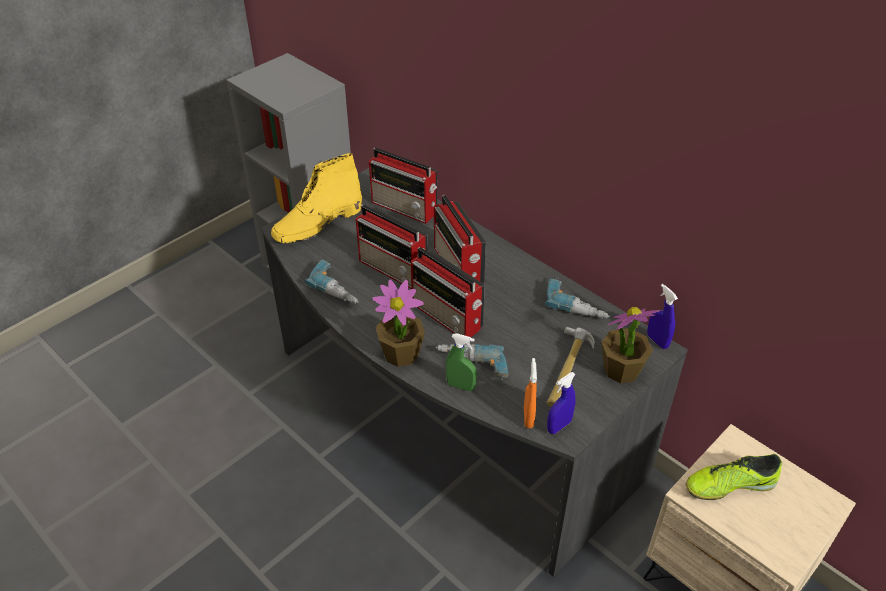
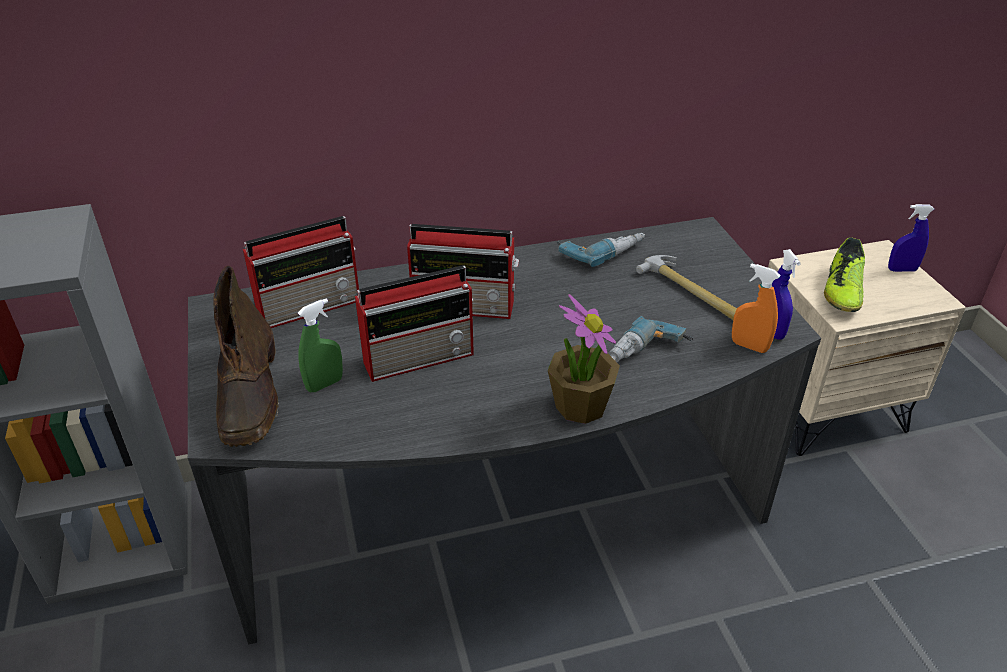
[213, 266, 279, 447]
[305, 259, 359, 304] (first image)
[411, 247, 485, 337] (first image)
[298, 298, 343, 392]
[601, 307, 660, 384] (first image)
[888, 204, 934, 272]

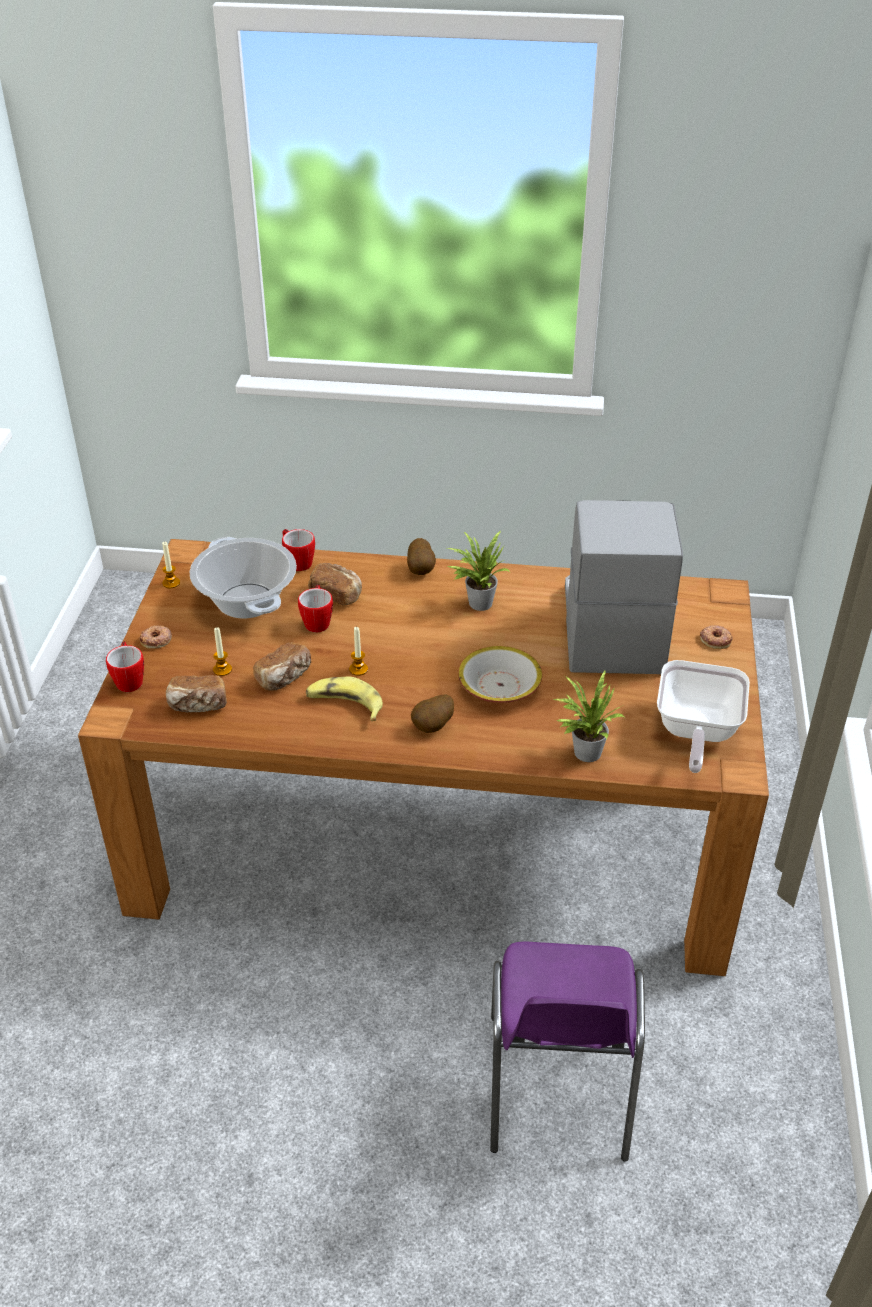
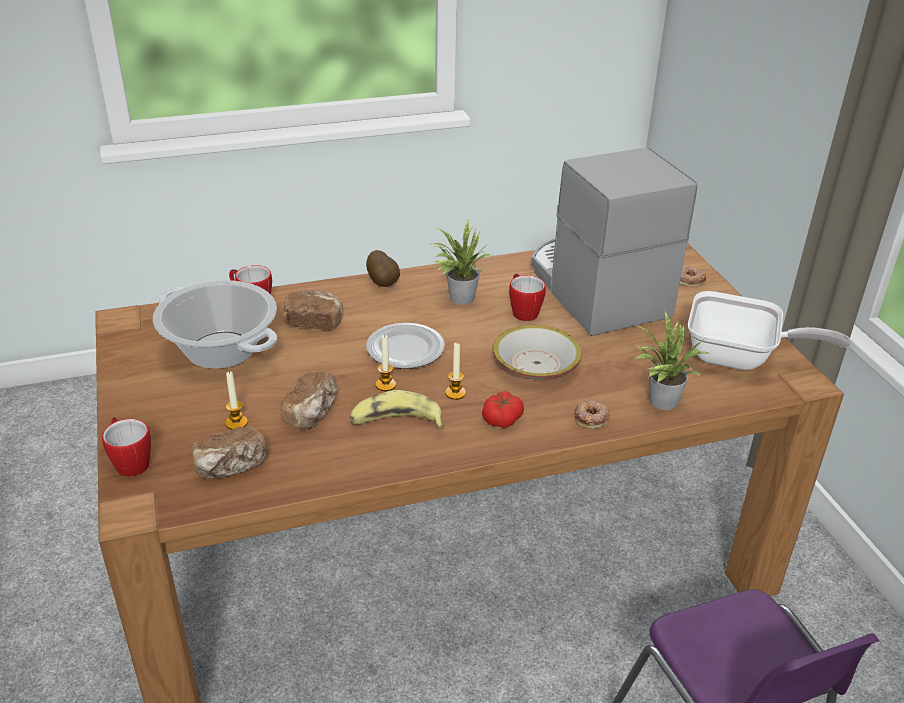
[574, 400, 610, 429]
[445, 343, 466, 400]
[509, 273, 546, 321]
[482, 391, 524, 428]
[688, 291, 851, 370]
[366, 323, 445, 369]

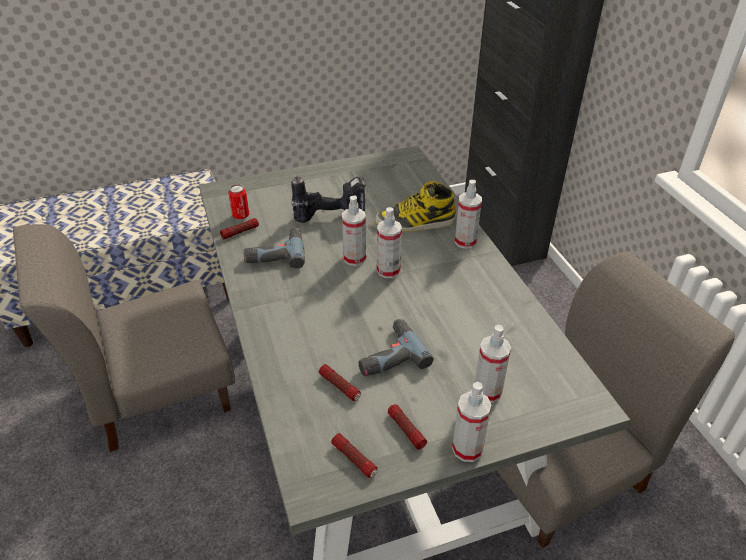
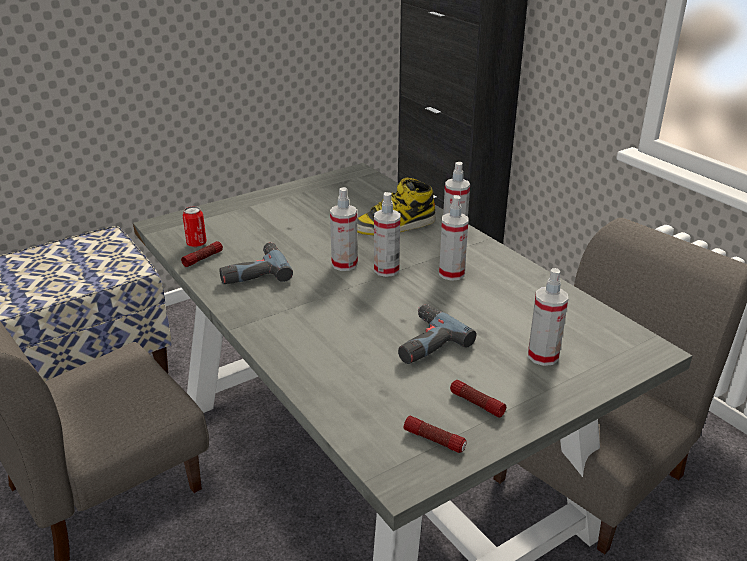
[291, 176, 366, 223] (first image)
[319, 364, 361, 401] (first image)
[439, 195, 469, 281]

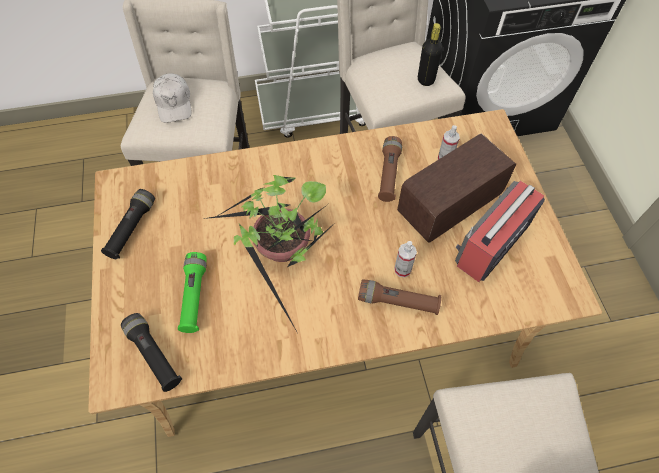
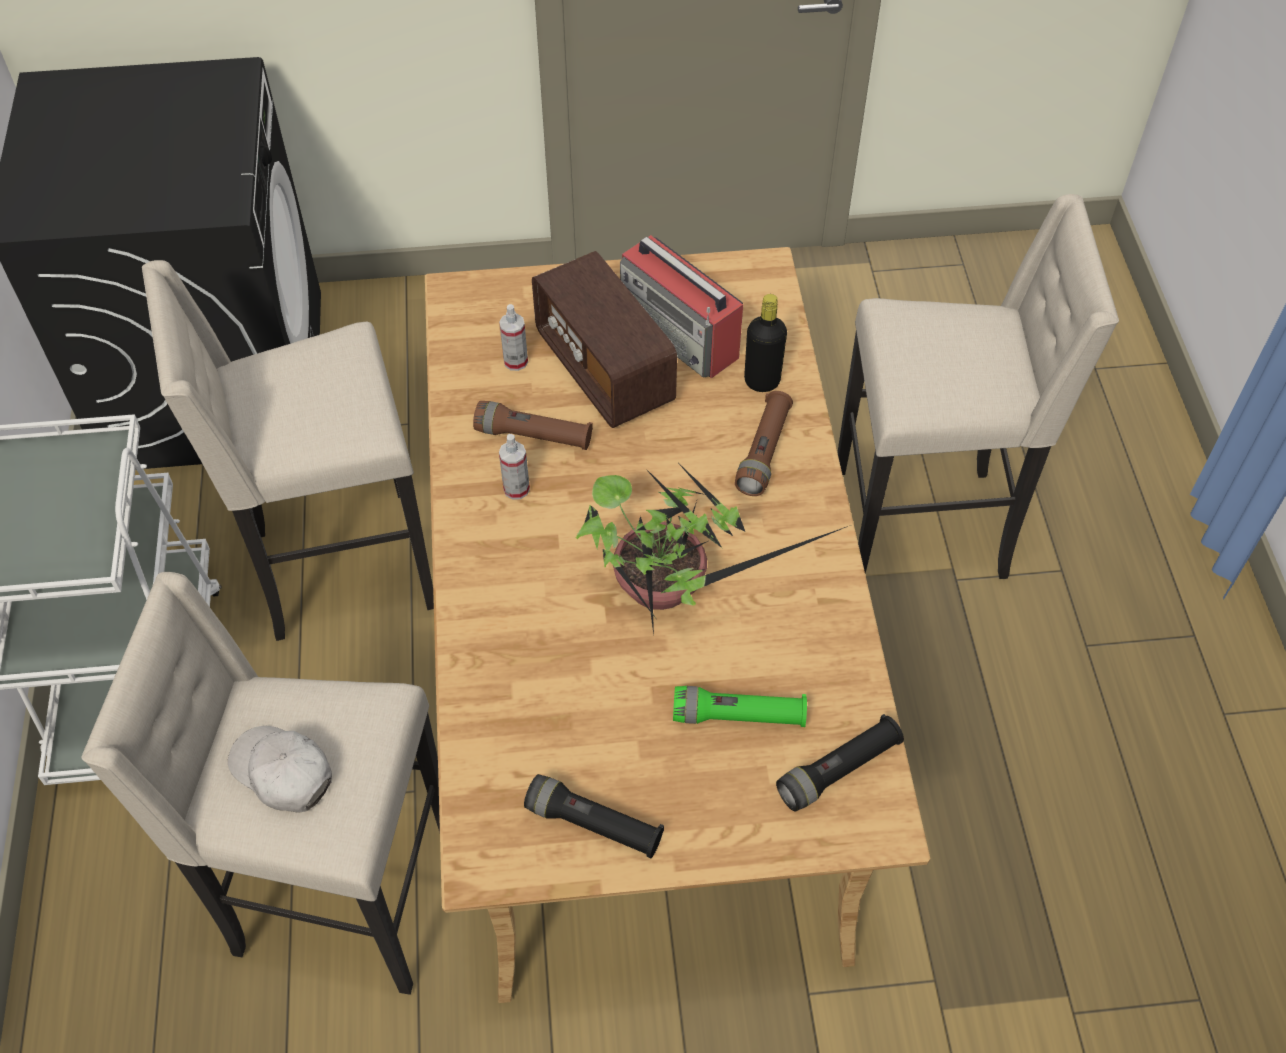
[228, 726, 332, 813]
[499, 434, 530, 500]
[744, 294, 787, 392]

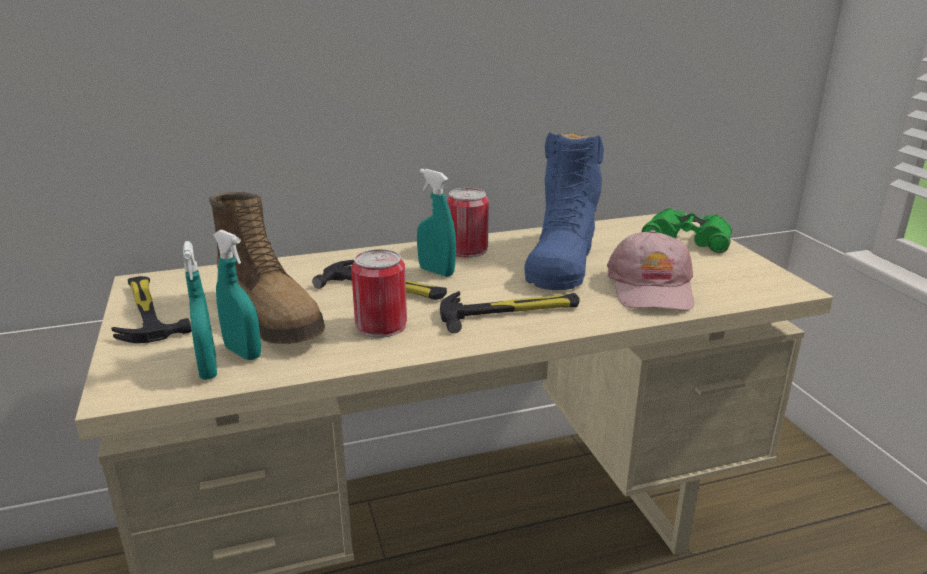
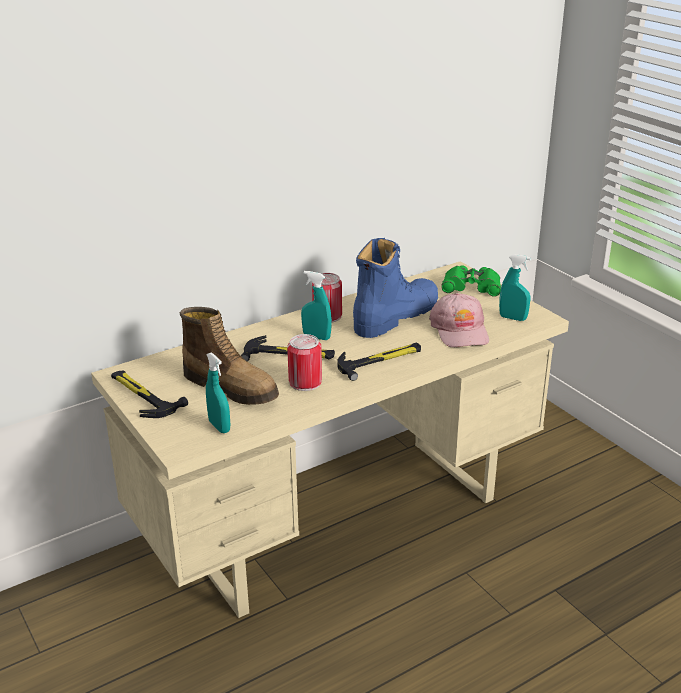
[499, 254, 531, 321]
[353, 238, 438, 338]

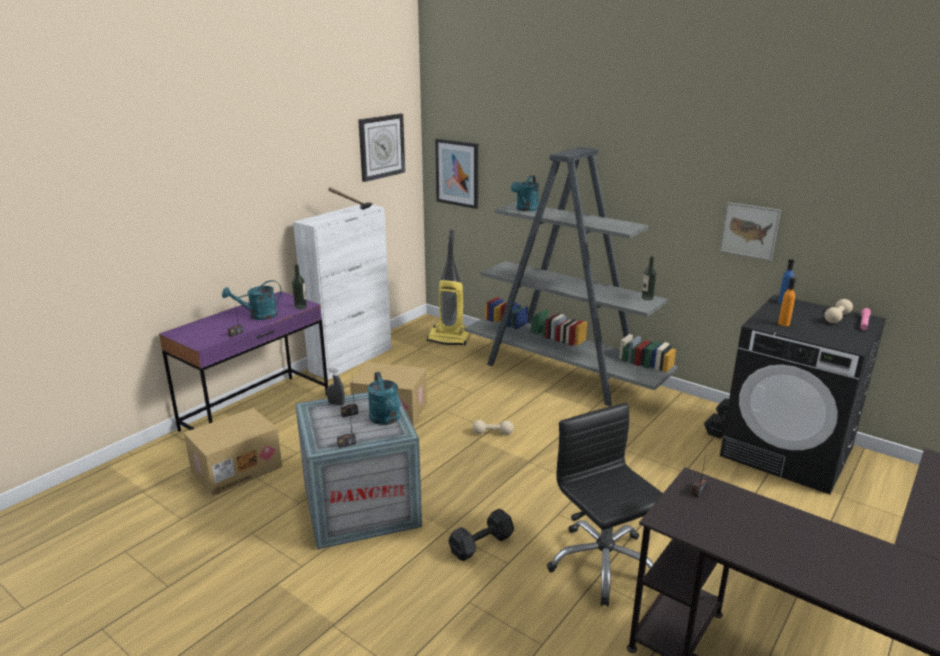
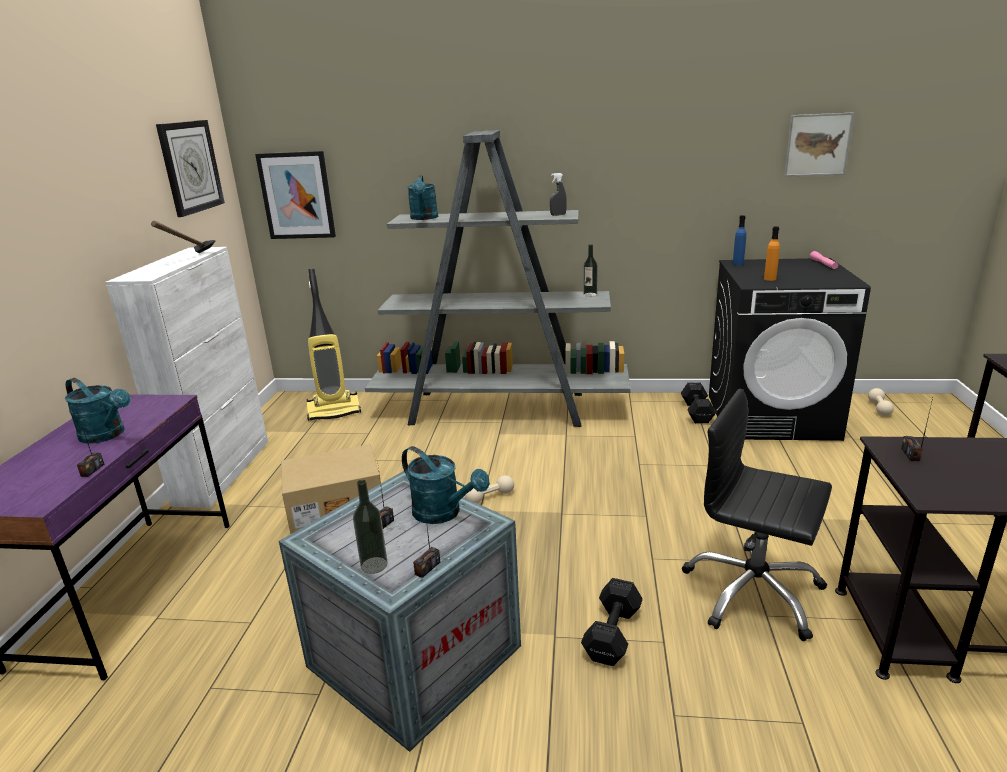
[184, 408, 282, 496] (first image)
[65, 378, 131, 444]
[353, 480, 388, 574]
[550, 173, 567, 216]
[784, 112, 854, 177]
[868, 388, 894, 416]

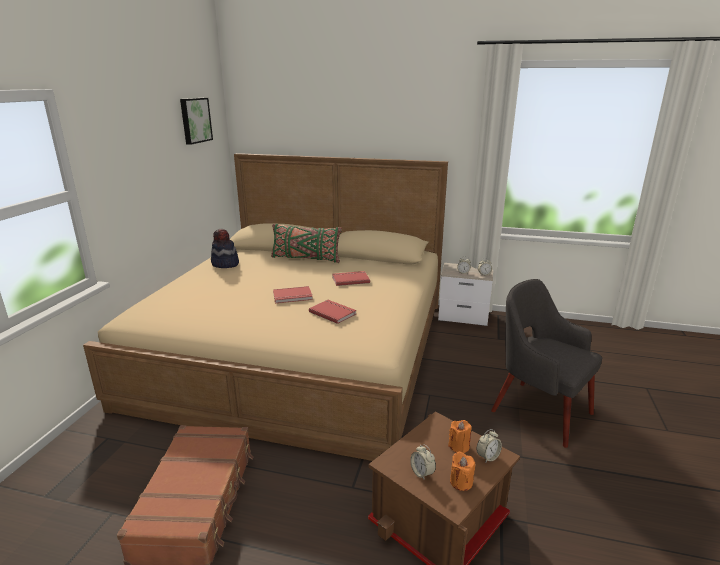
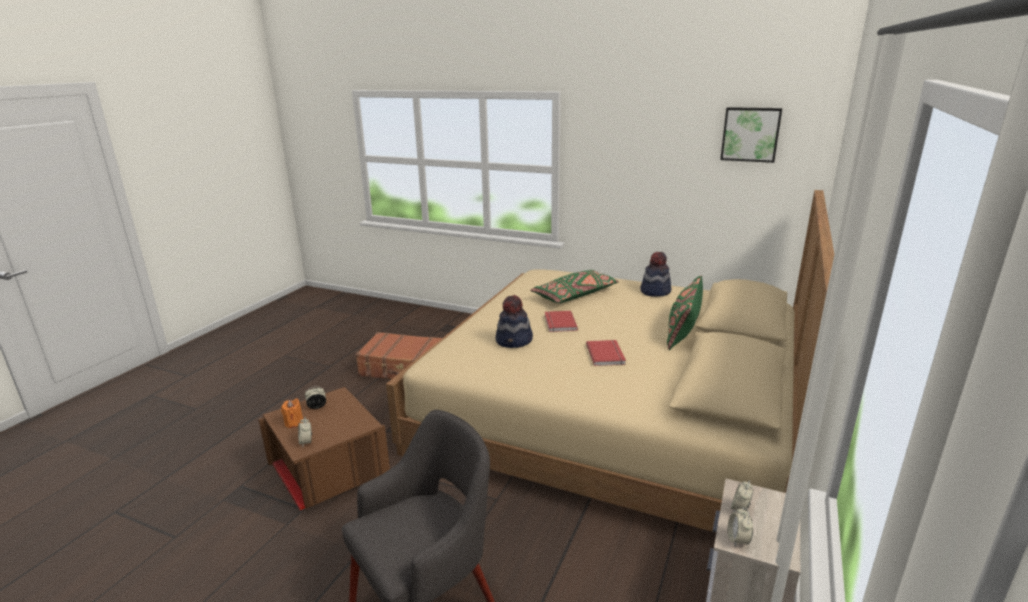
[495, 295, 533, 348]
[448, 420, 472, 453] (first image)
[530, 270, 619, 303]

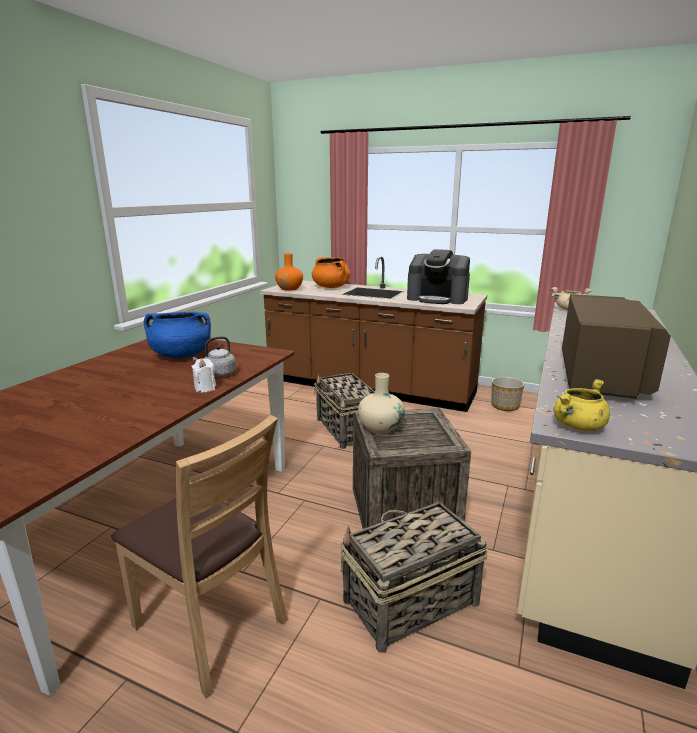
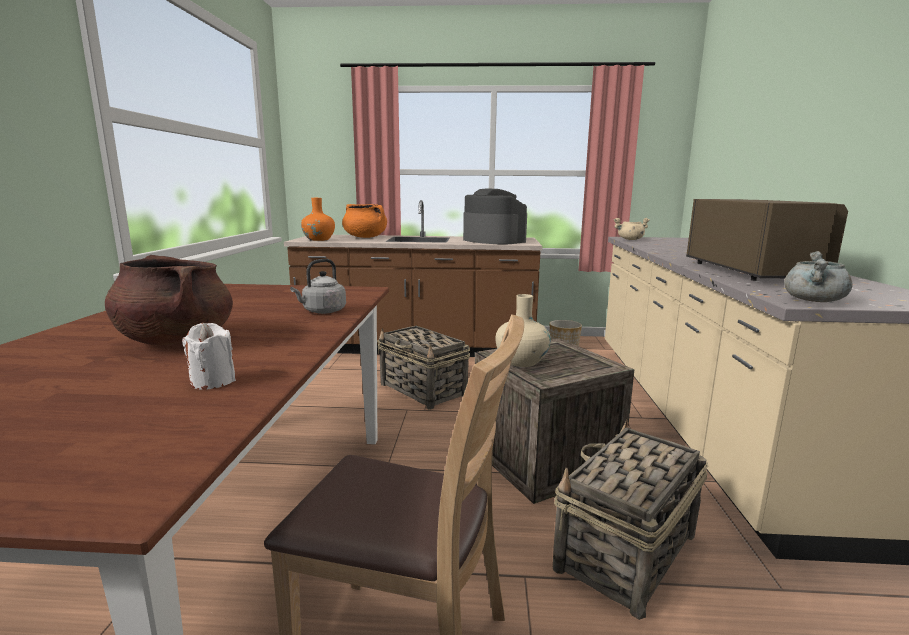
[144, 312, 211, 359] (first image)
[182, 323, 236, 390]
[463, 189, 527, 244]
[784, 251, 852, 302]
[105, 255, 233, 345]

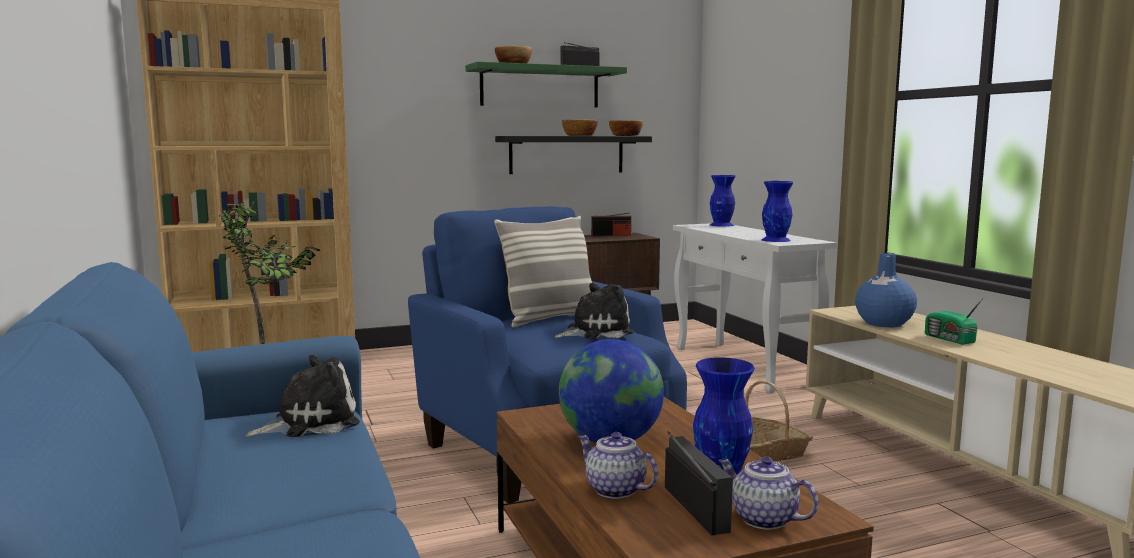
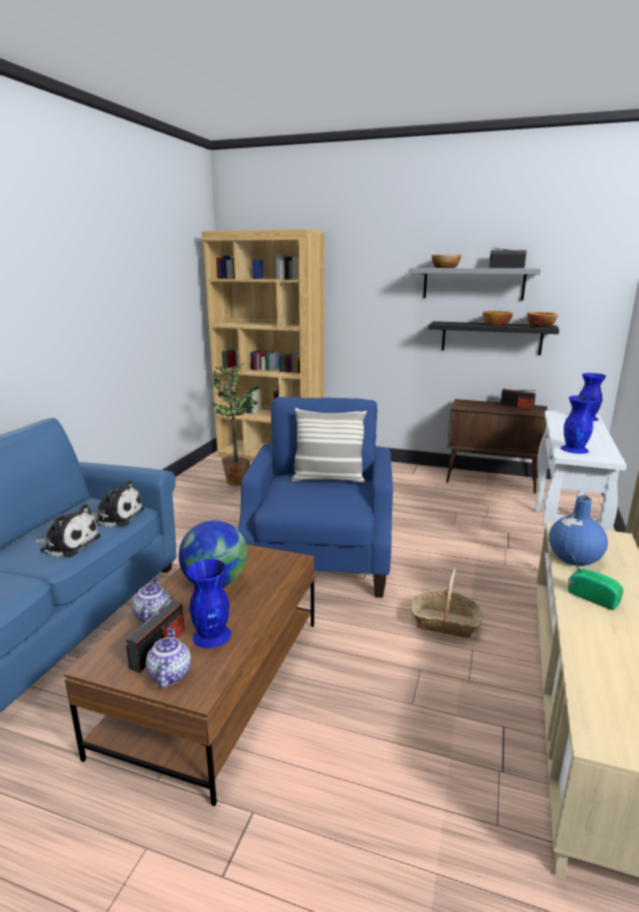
[409, 268, 541, 300]
[34, 504, 101, 557]
[568, 552, 623, 610]

